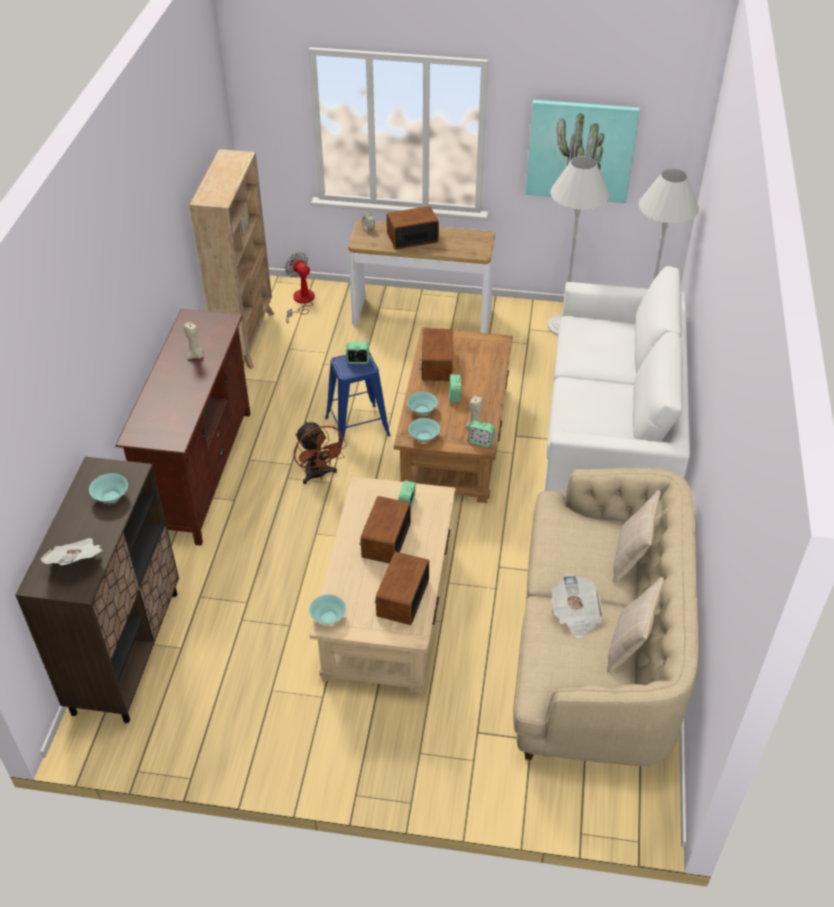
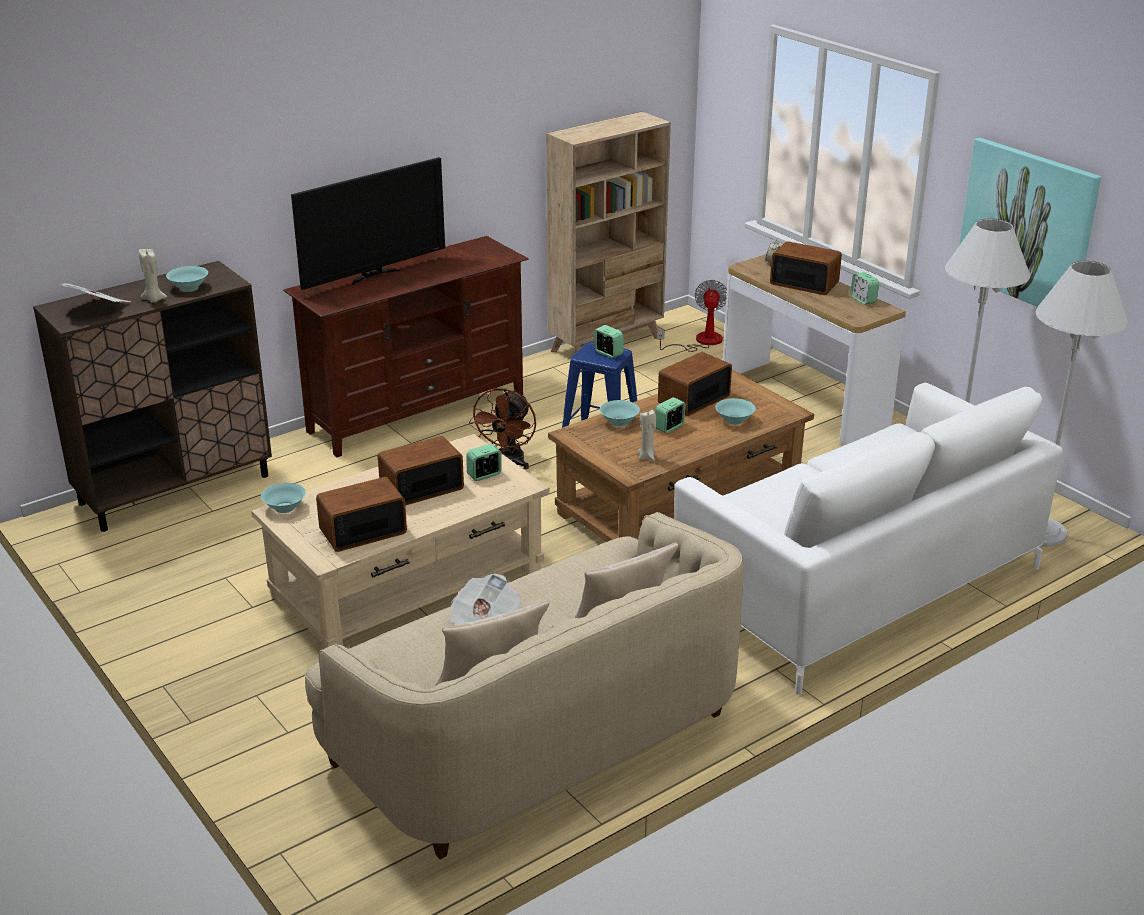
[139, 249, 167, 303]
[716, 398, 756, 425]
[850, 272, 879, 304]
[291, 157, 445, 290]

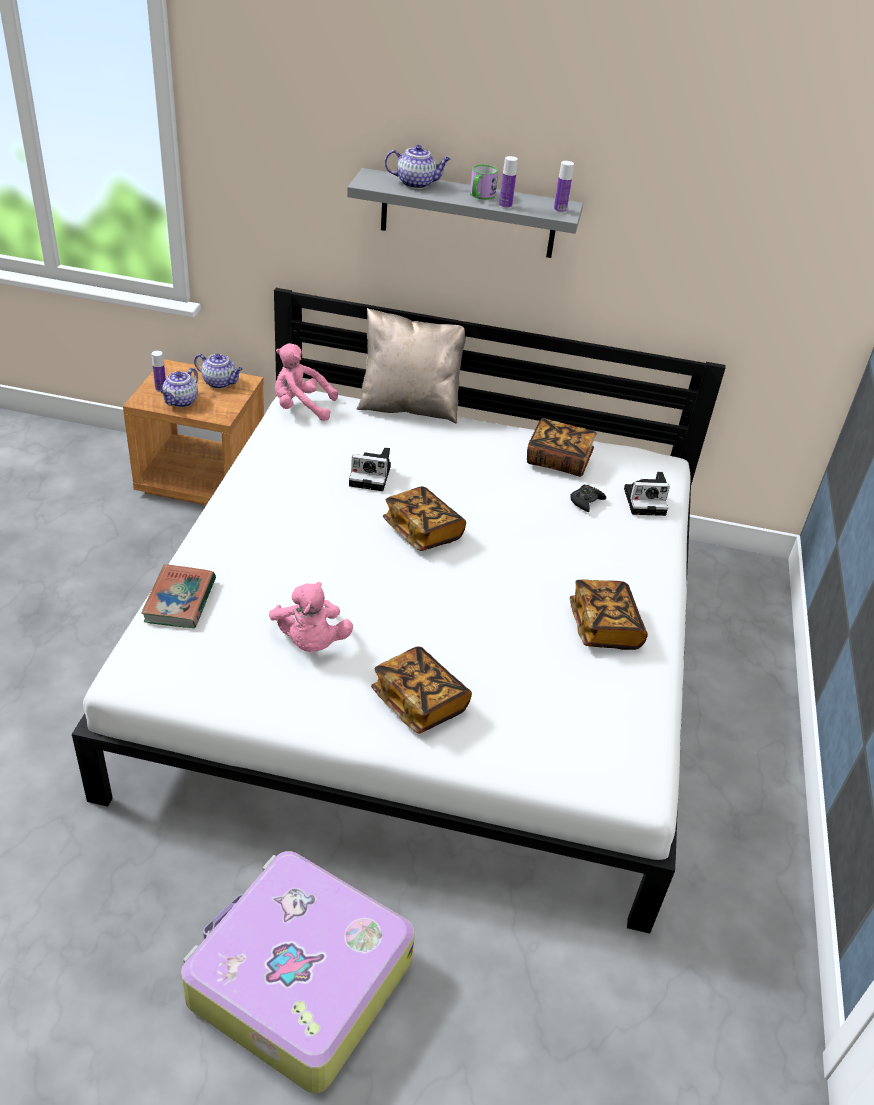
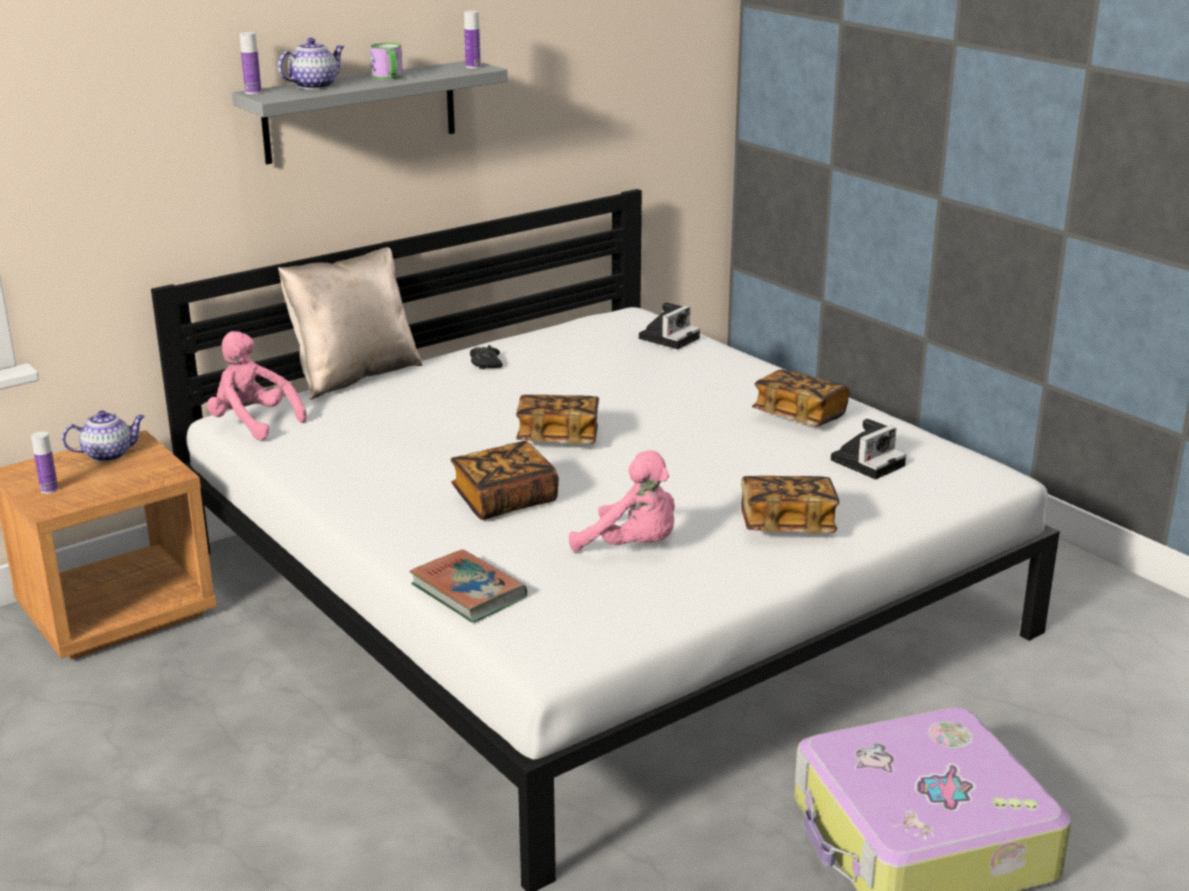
[161, 368, 198, 407] (first image)
[207, 331, 307, 440]
[831, 419, 906, 479]
[240, 32, 261, 94]
[451, 441, 559, 520]
[470, 345, 503, 369]

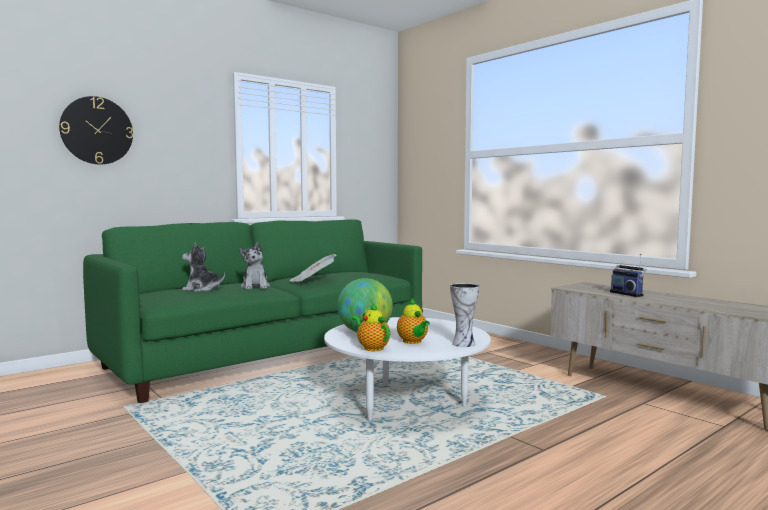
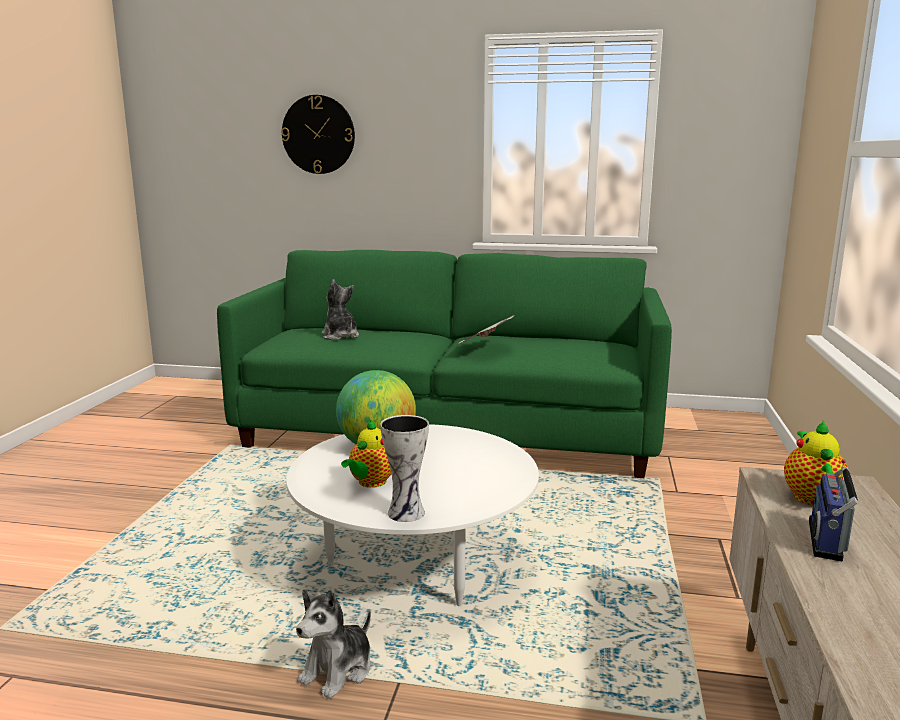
[296, 589, 371, 699]
[784, 420, 848, 505]

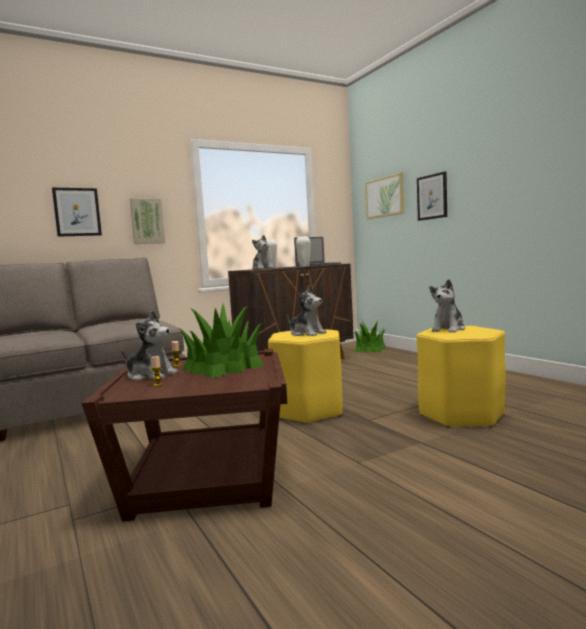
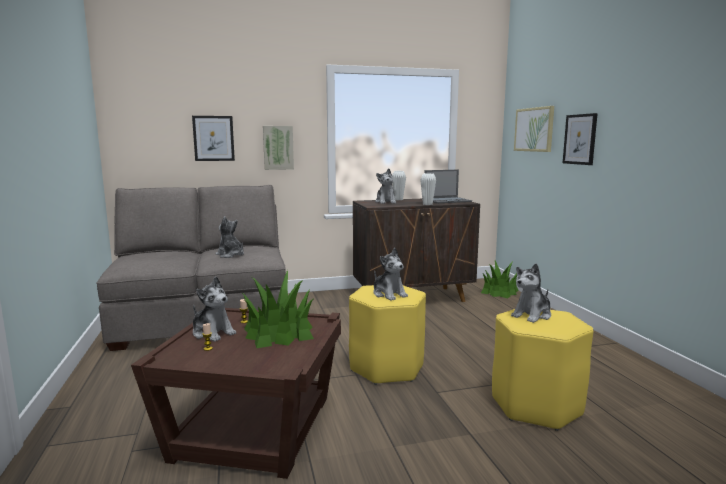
[216, 216, 244, 258]

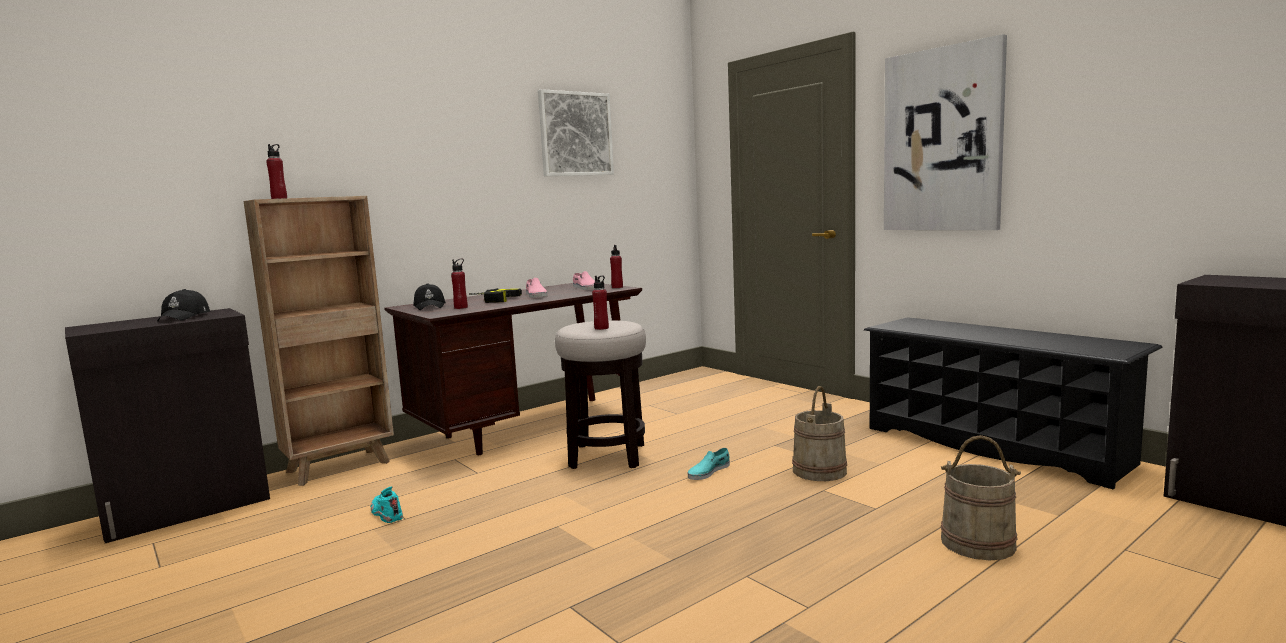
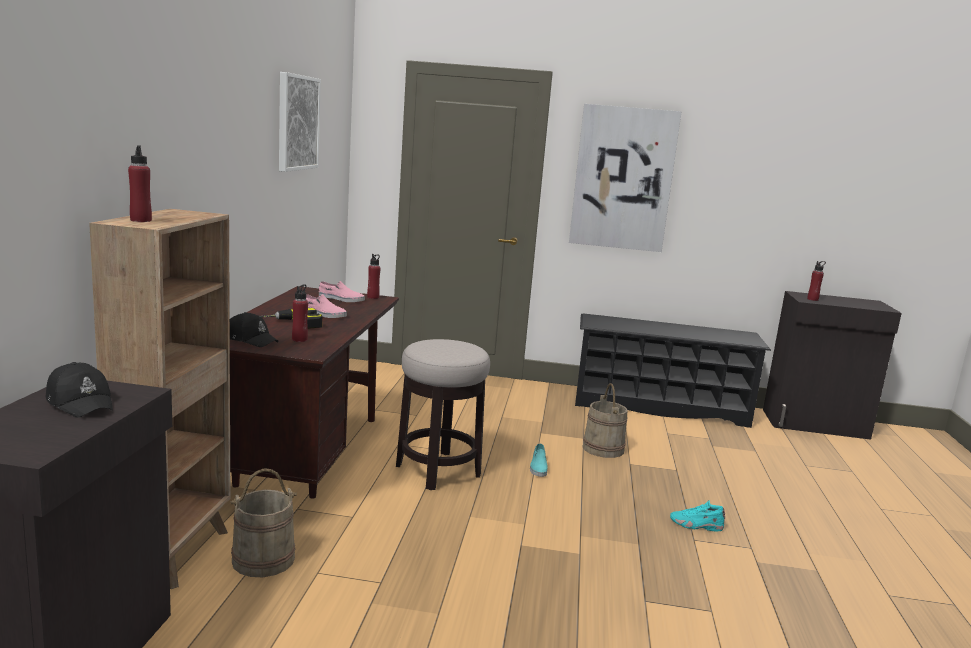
[670, 500, 725, 531]
[807, 261, 826, 301]
[230, 468, 297, 577]

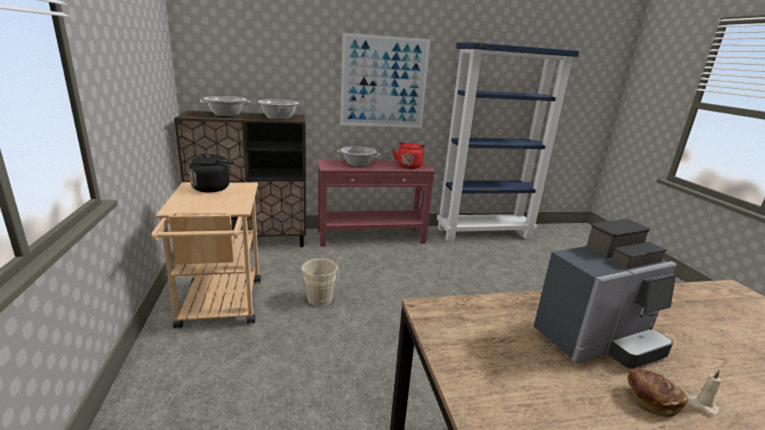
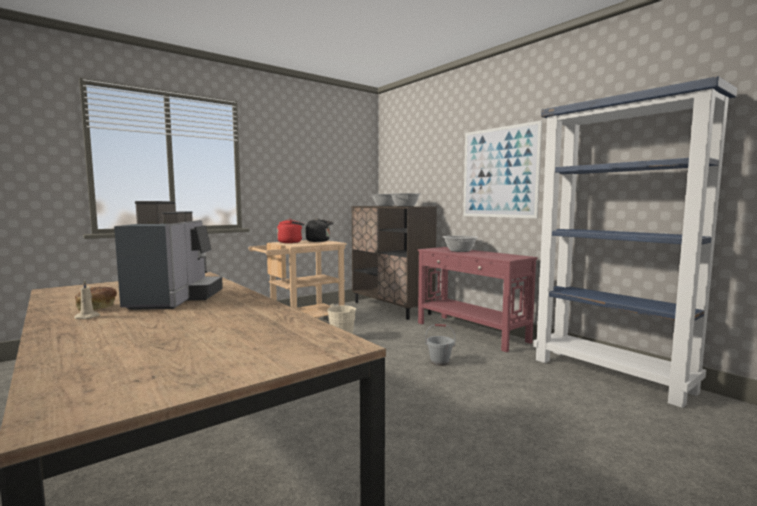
[277, 219, 304, 243]
[114, 201, 223, 310]
[425, 324, 456, 366]

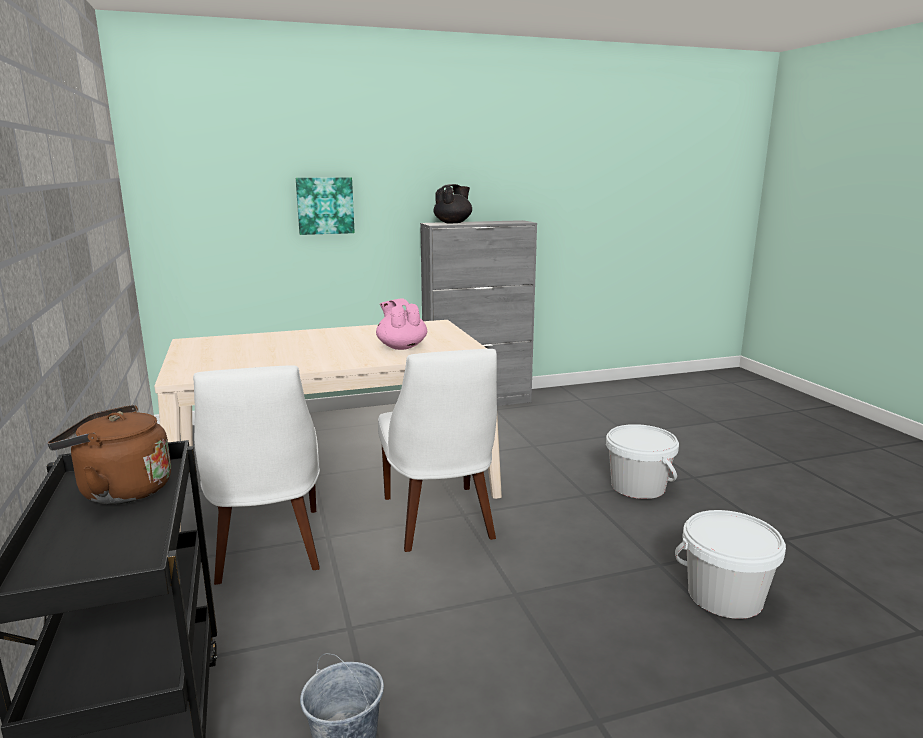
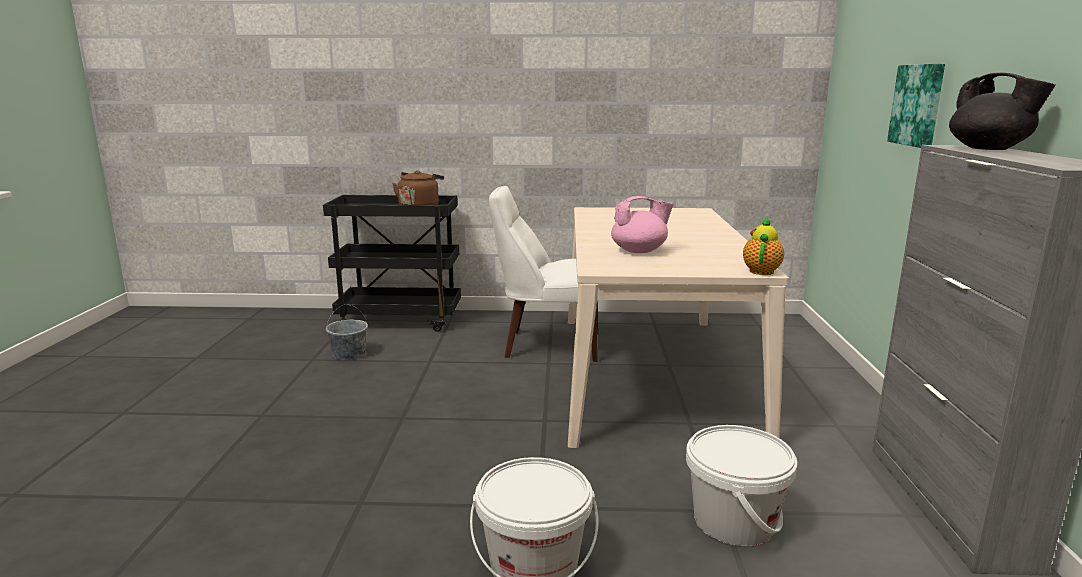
[378, 349, 497, 552] (first image)
[686, 425, 798, 546]
[743, 216, 784, 275]

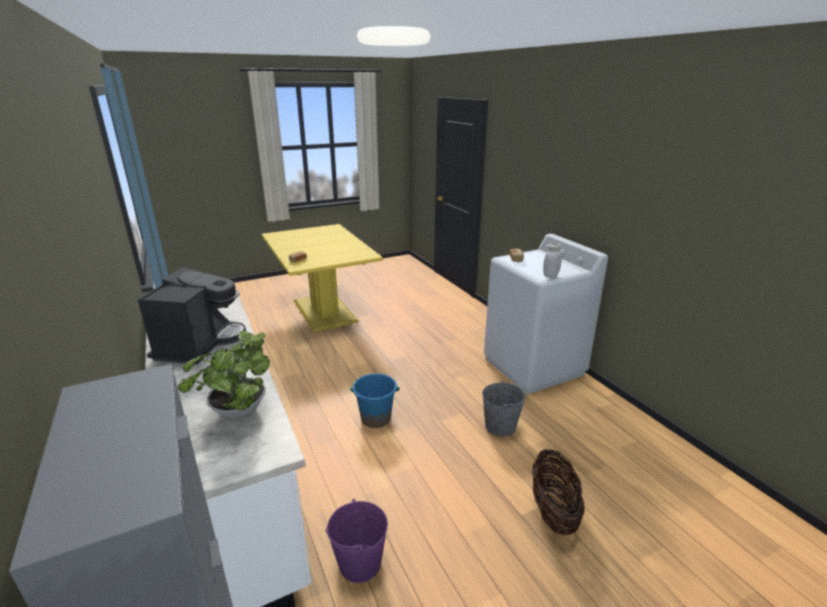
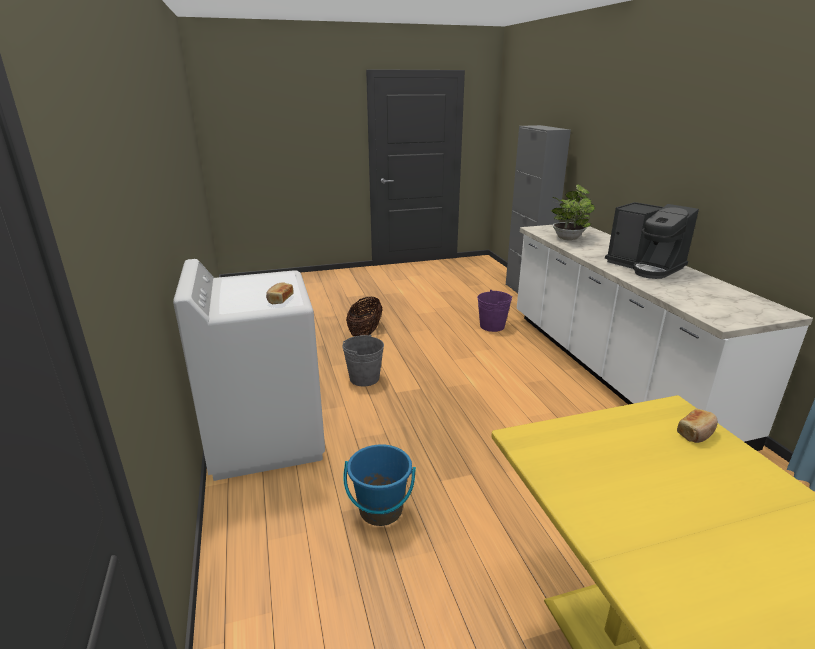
[605, 202, 699, 279]
[343, 444, 416, 526]
[543, 243, 562, 278] (first image)

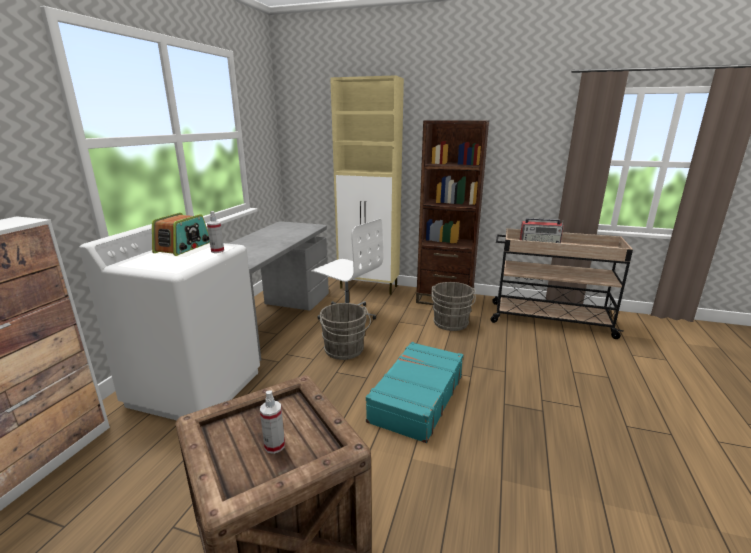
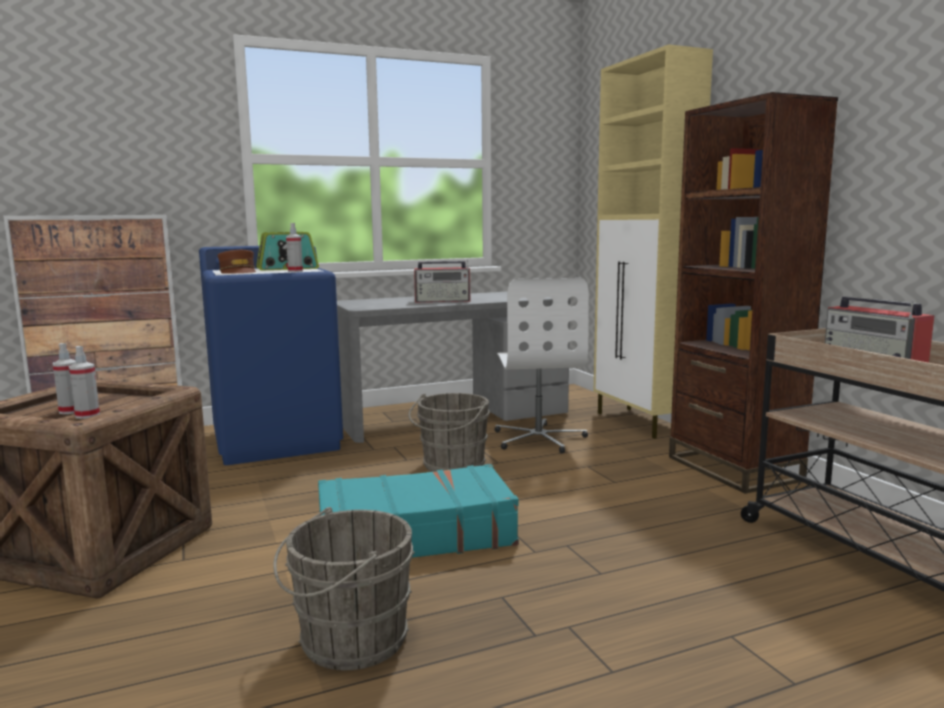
[199, 246, 343, 465]
[273, 507, 415, 670]
[69, 346, 100, 419]
[217, 250, 256, 274]
[414, 259, 470, 302]

